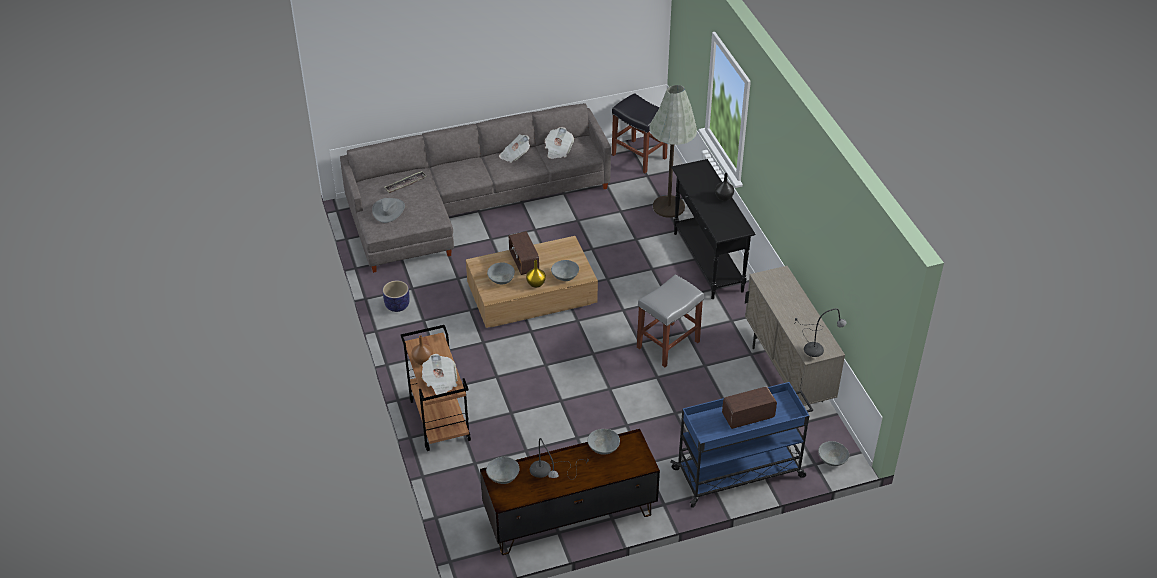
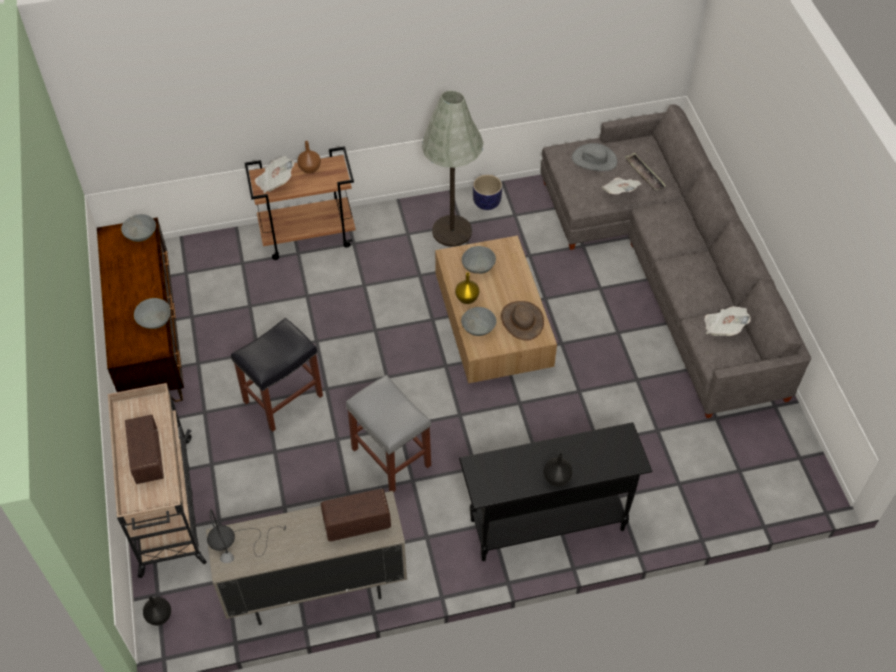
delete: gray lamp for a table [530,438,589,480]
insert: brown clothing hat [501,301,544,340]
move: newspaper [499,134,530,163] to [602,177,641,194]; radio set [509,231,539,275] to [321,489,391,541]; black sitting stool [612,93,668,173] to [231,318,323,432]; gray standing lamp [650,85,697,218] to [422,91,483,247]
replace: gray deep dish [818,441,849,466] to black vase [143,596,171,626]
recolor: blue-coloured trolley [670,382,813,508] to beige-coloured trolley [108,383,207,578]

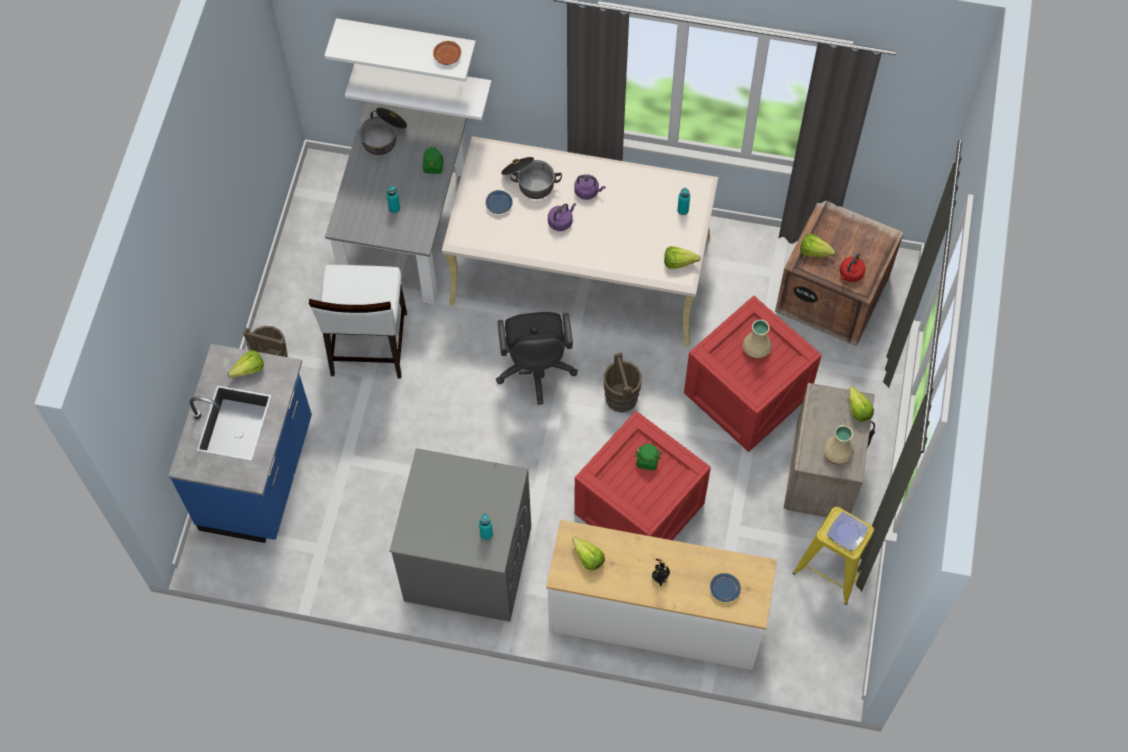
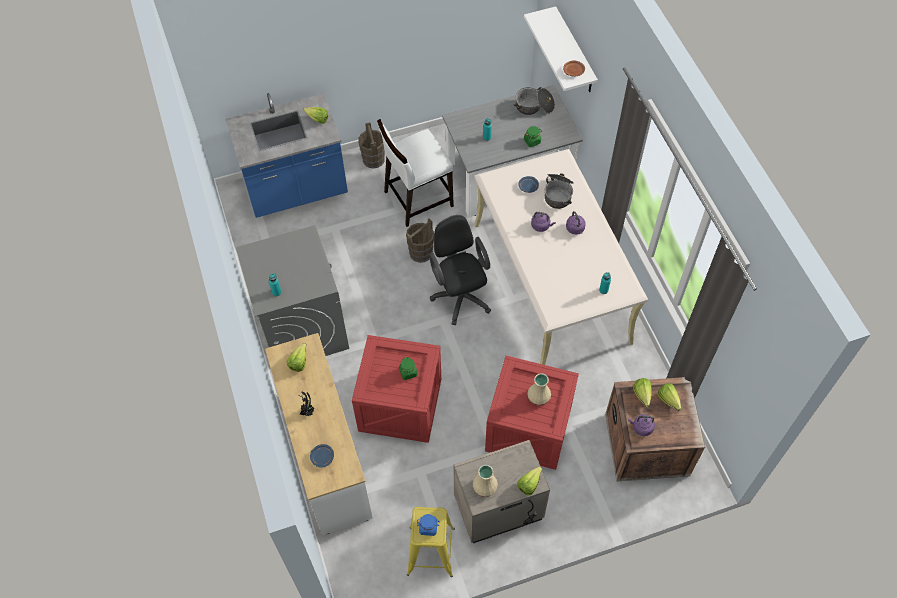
delete: white-coloured wall shelf [345,64,492,120]
move: brown pail [604,353,642,413] to [406,218,434,263]; lettuce head [664,246,701,269] to [657,383,681,411]
replace: plate [827,512,869,551] to blue-coloured storage jar [417,514,440,536]
recolor: reddish water kettle [840,253,865,282] to purplish water kettle [628,414,655,436]
rotate: black computer chair [496,312,578,405] = [429,215,491,325] 105 degrees clockwise

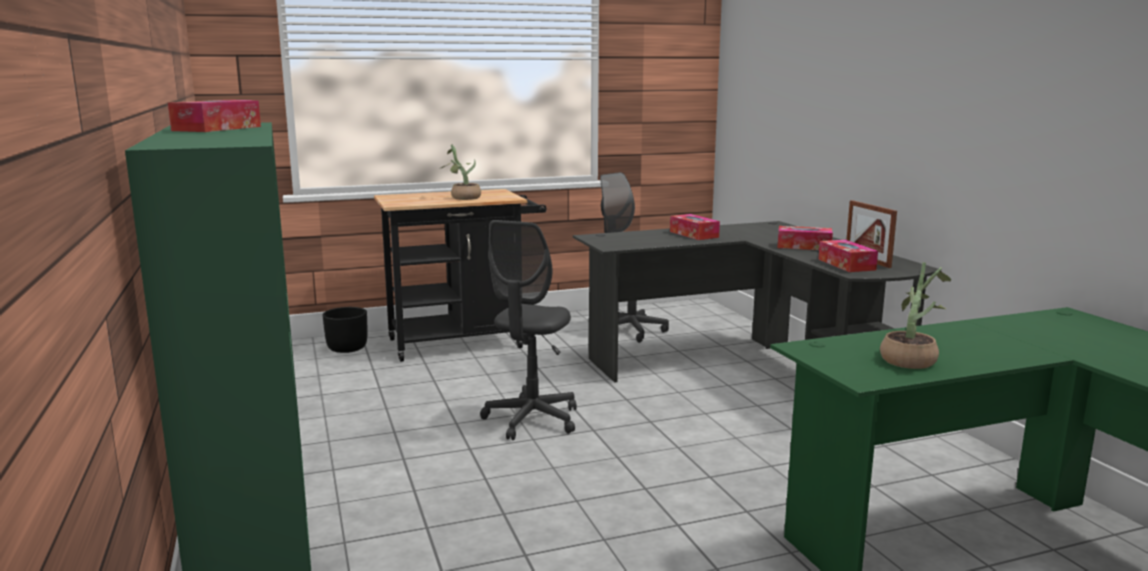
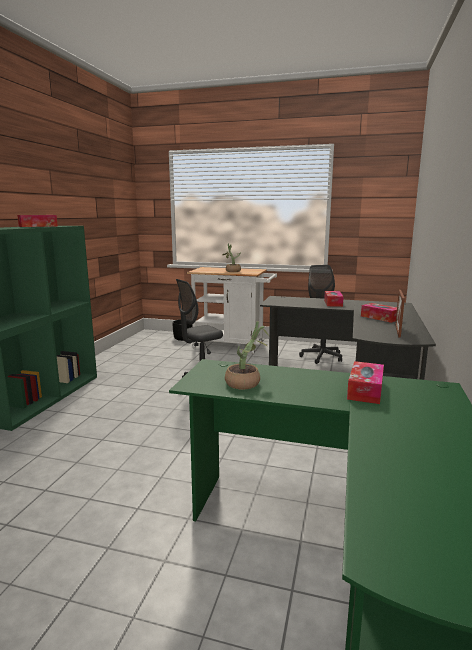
move: box of tissues [818,240,878,272] to [347,361,384,404]
recolor: black trolley [374,189,546,362] to white-coloured trolley [187,267,277,354]

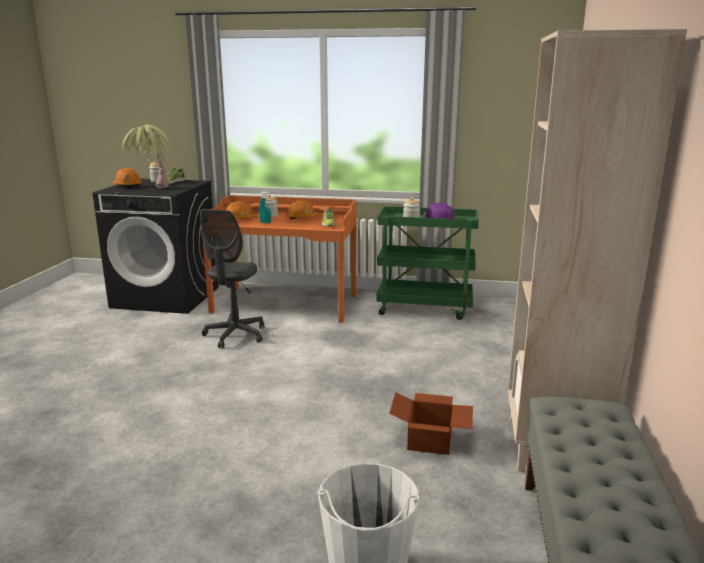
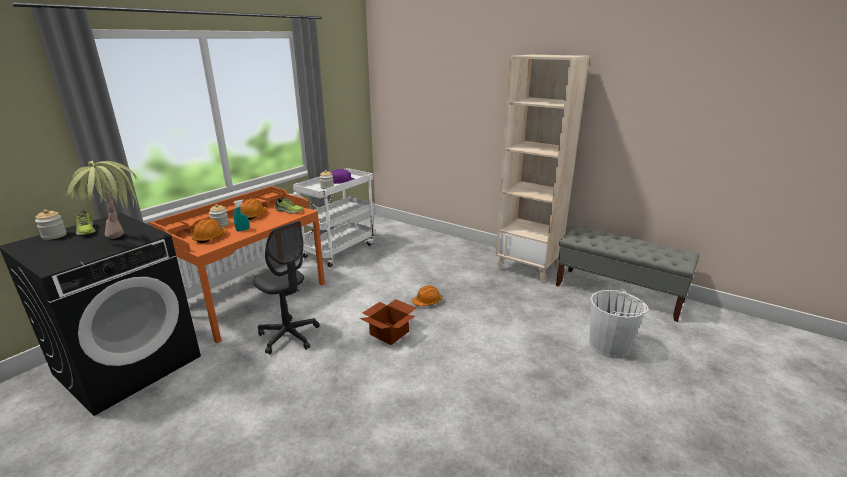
move: orange work helmet [112,168,142,188] to [412,285,442,306]; packing box [389,392,473,455] to [360,299,416,345]
recolor: greenish trolley [376,206,479,320] to white-coloured trolley [293,168,376,267]

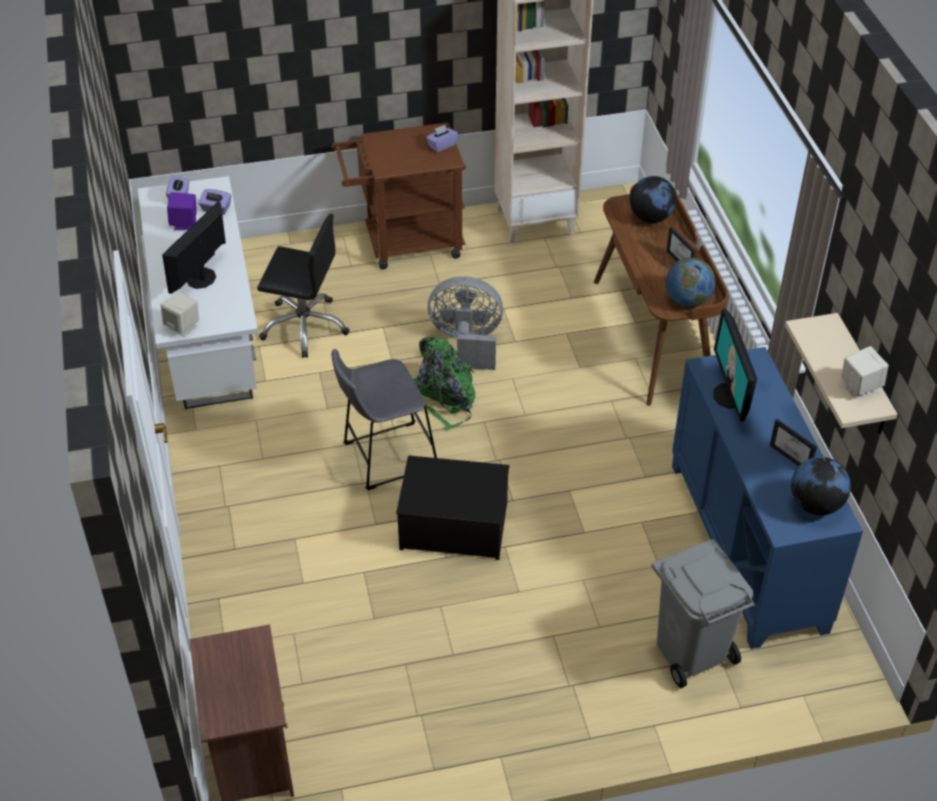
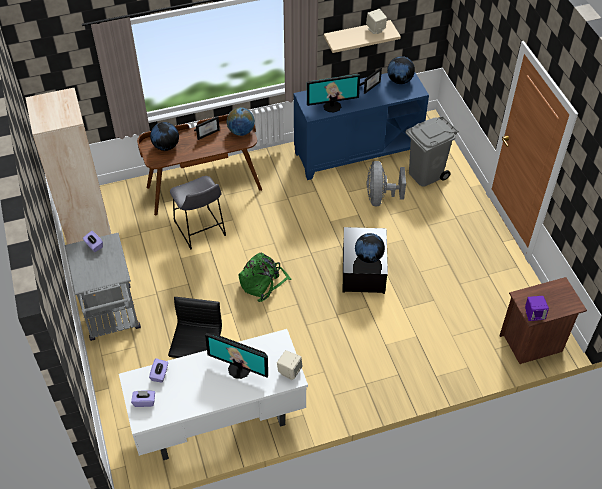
insert: desk globe [355,233,385,263]
move: purplish speaker [167,192,197,230] to [525,296,549,321]; gray sitting stool [331,349,437,490] to [170,176,226,249]; gray electric fan [428,276,503,370] to [367,161,406,206]
recolor: brown trolley [332,122,466,269] to gray trolley [65,233,141,341]

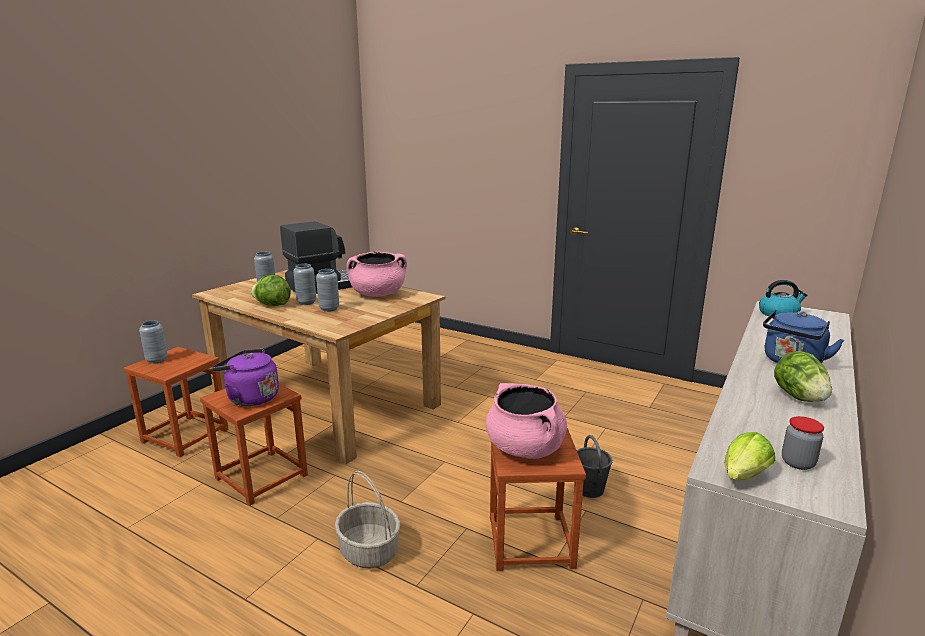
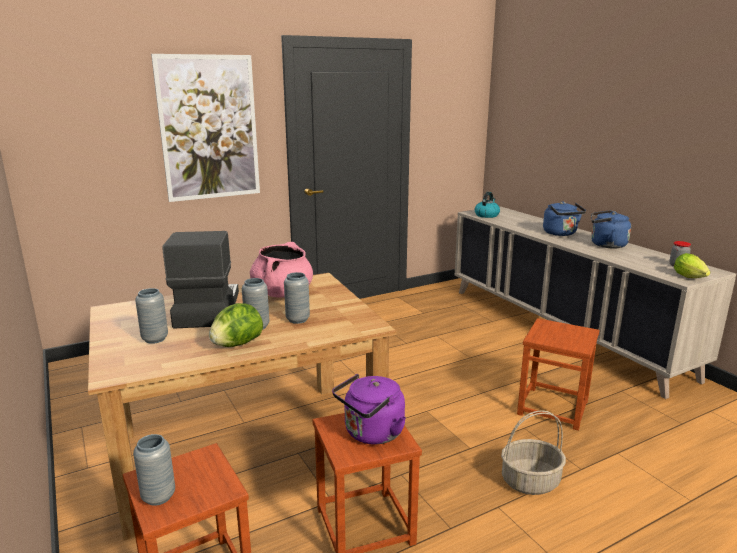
delete: pinkish saucepot [486,383,567,459]; gray pail [577,435,613,498]
insert: wall art [151,54,260,202]
replace: lettuce head [774,351,832,402] to blue-coloured water kettle [591,210,631,248]

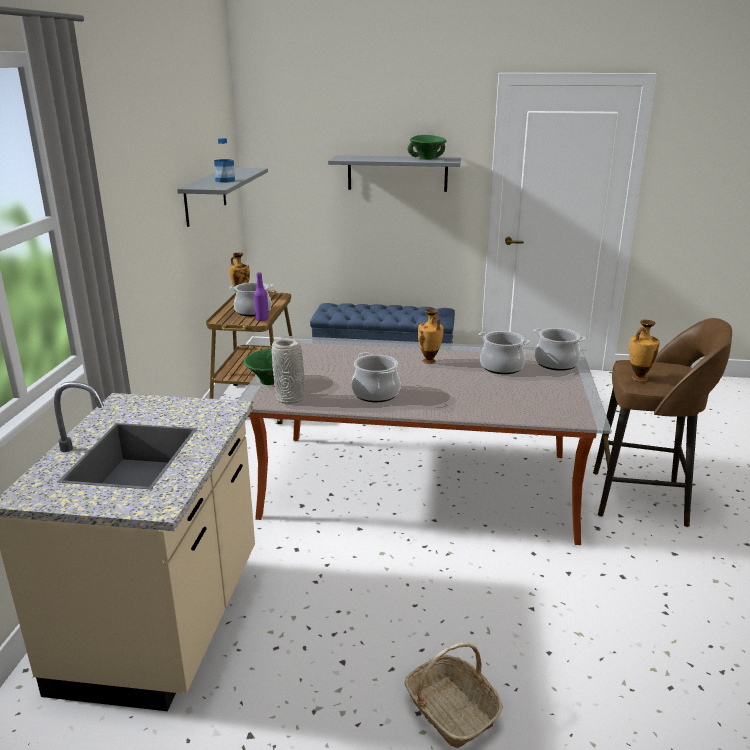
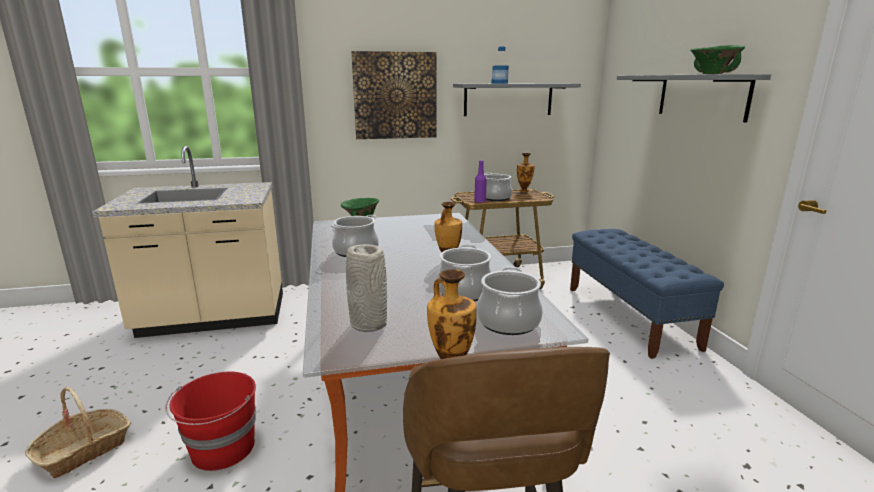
insert: reddish pail [166,372,256,471]; wall art [351,51,436,139]
move: gray vase [271,339,304,404] to [346,244,387,332]

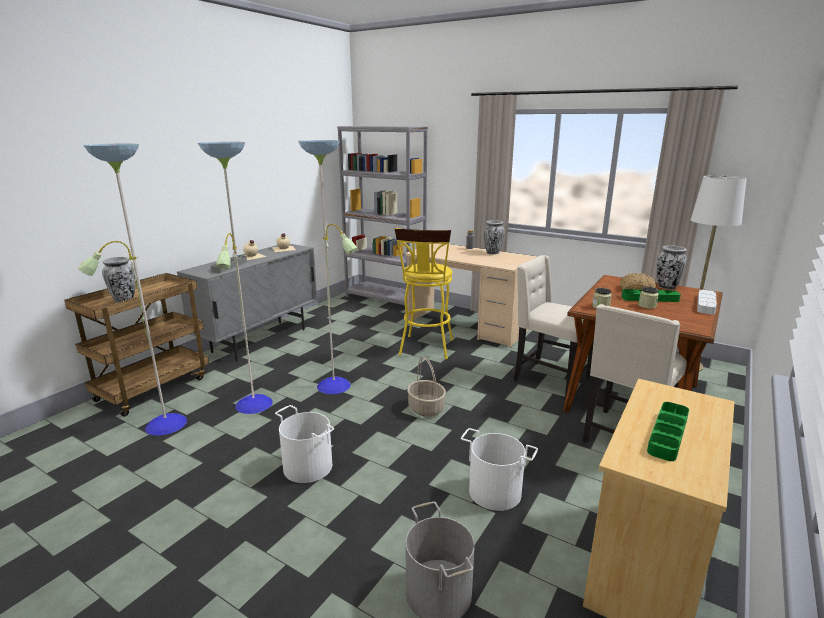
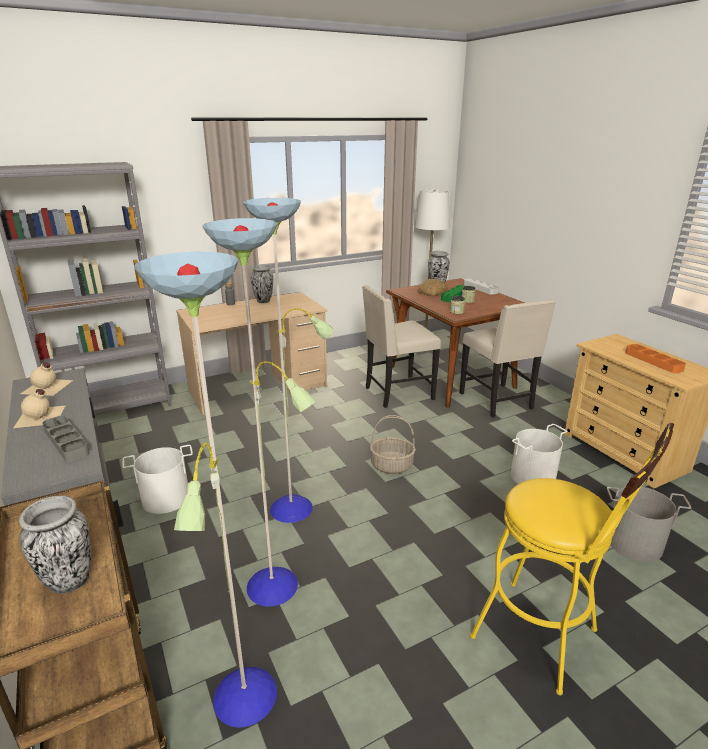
move: white-coloured pail [275,405,334,483] to [122,445,193,514]; yellow-coloured sitting stool [394,228,453,359] to [470,423,674,696]
recolor: greenish tray [647,402,689,461] to orange tray [625,344,686,373]

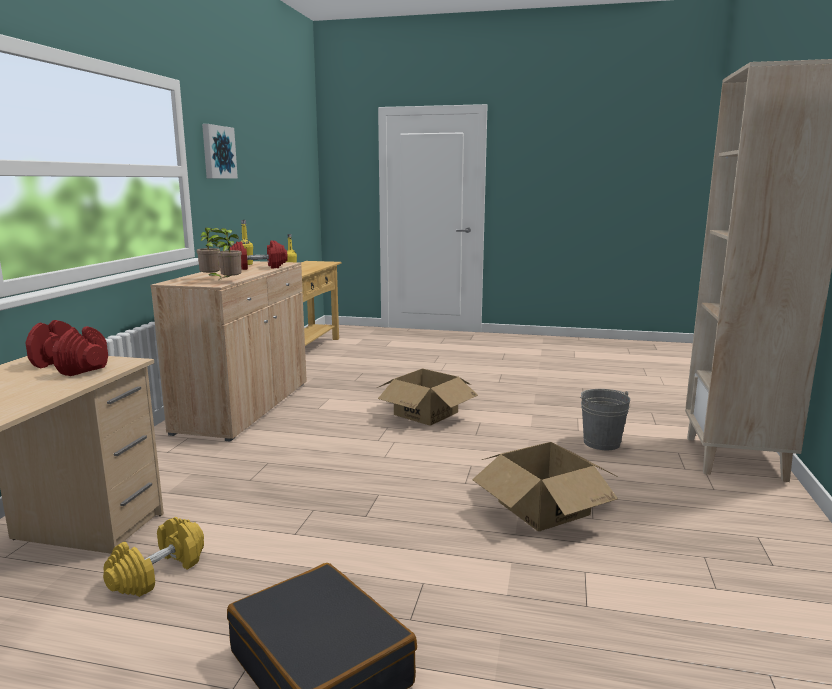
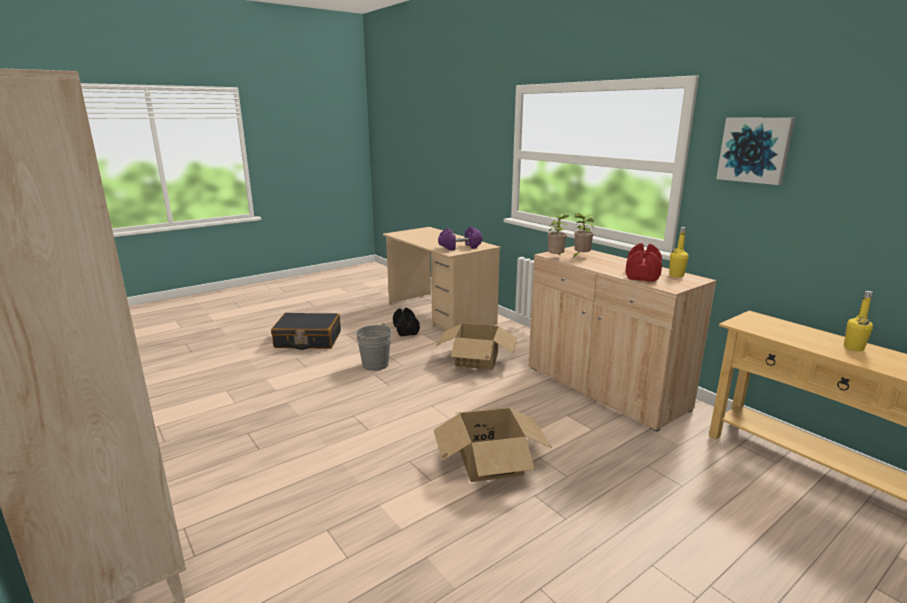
move: packing box [472,442,618,531] to [436,323,517,370]; gray pail [580,389,630,450] to [356,323,392,371]
recolor: reddish dumbbell [26,320,108,376] to purplish dumbbell [438,226,482,250]; yellow-coloured dumbbell [103,517,204,597] to black dumbbell [393,308,420,336]

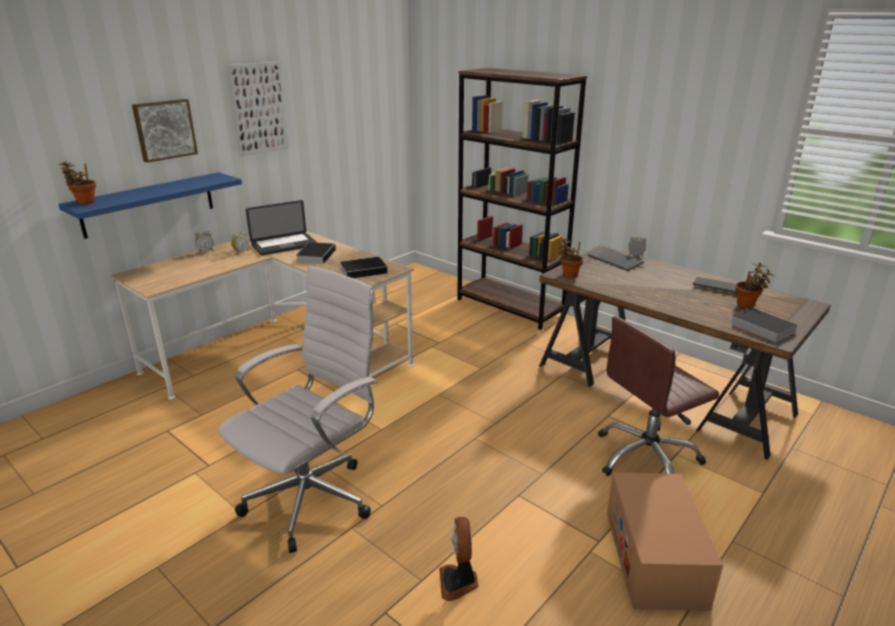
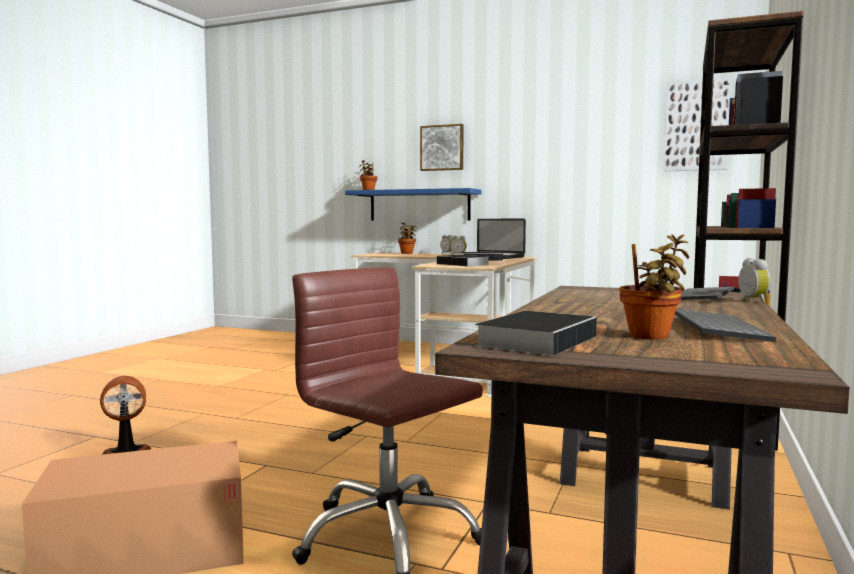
delete: white-coloured computer chair [218,266,378,553]
move: wall art [227,62,289,156] to [664,77,732,171]; houseplant [558,238,583,278] to [398,222,416,254]

